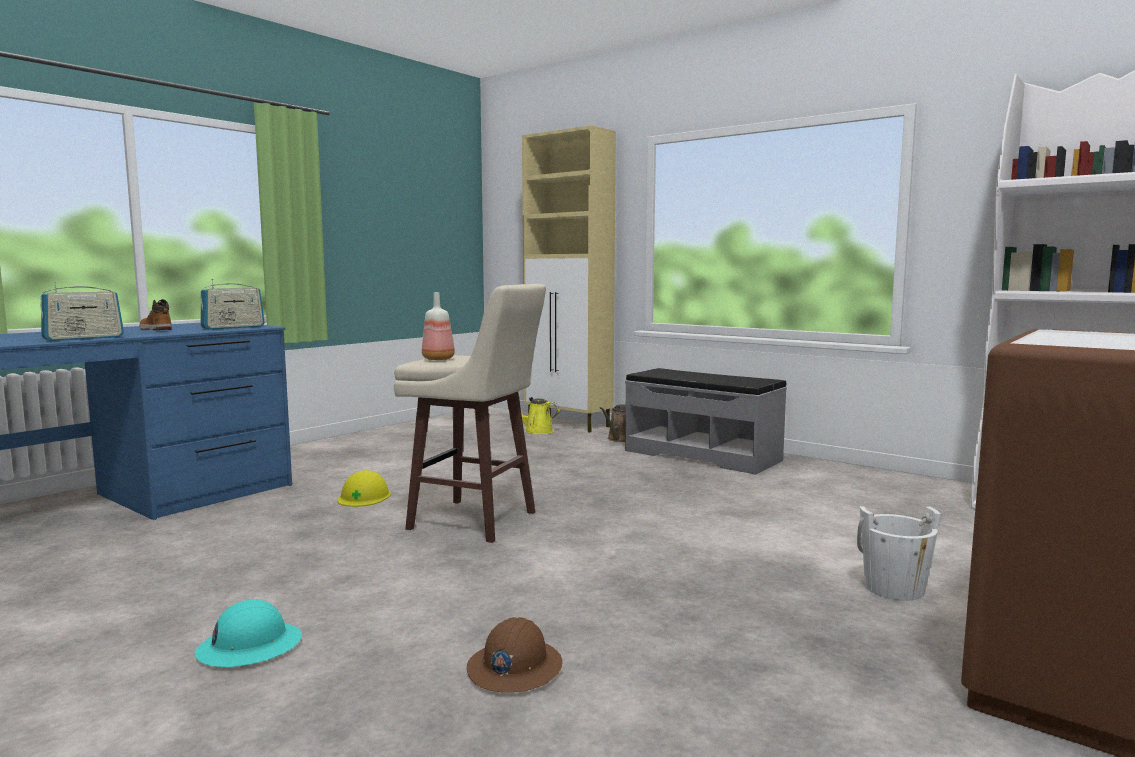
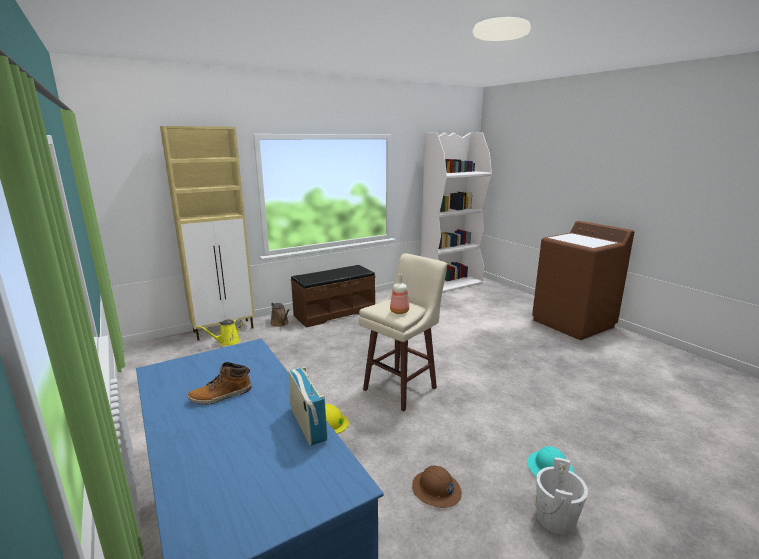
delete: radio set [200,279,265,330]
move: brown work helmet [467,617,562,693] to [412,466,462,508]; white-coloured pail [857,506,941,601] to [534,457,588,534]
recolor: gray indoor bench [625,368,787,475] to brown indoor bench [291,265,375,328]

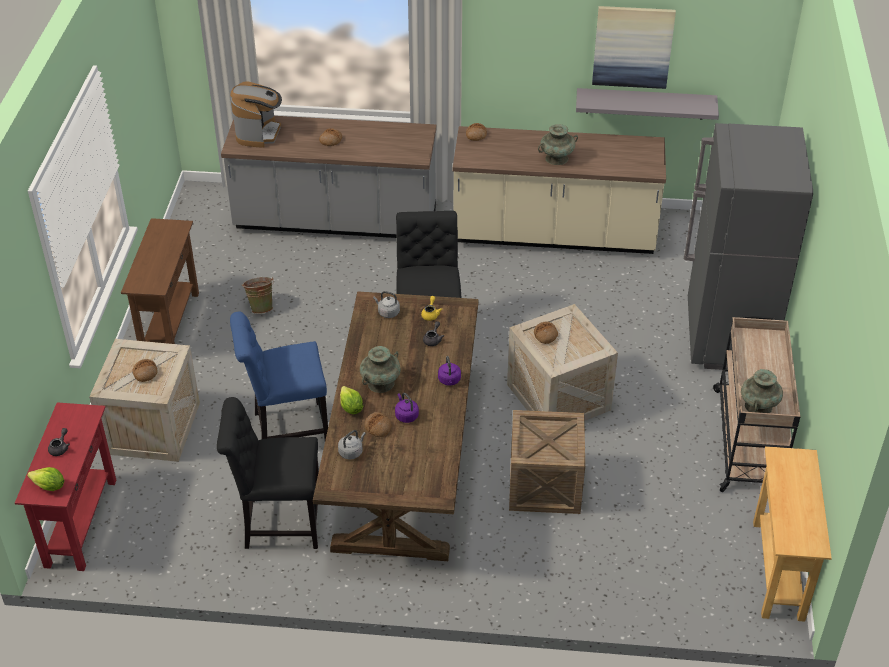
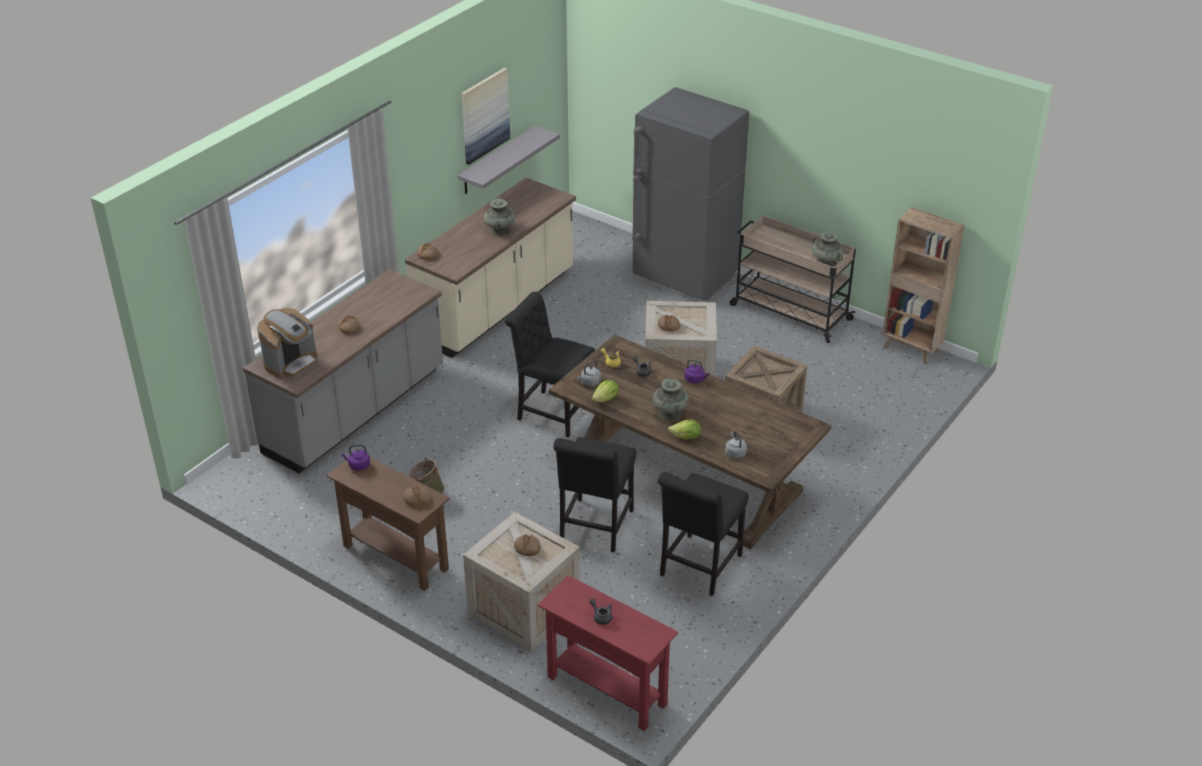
move: lettuce head [27,467,64,491] to [592,380,619,402]; bakery bread [365,412,391,437] to [403,486,431,506]; purplish water kettle [395,393,419,423] to [341,444,370,471]
replace: beige-coloured narrow table [753,446,832,622] to brown bookcase [882,207,964,364]
recolor: blue-coloured upright chair [230,312,328,440] to black upright chair [553,437,636,552]
rotate: coffee brewer [230,82,282,148] = [257,308,317,379] 90 degrees clockwise

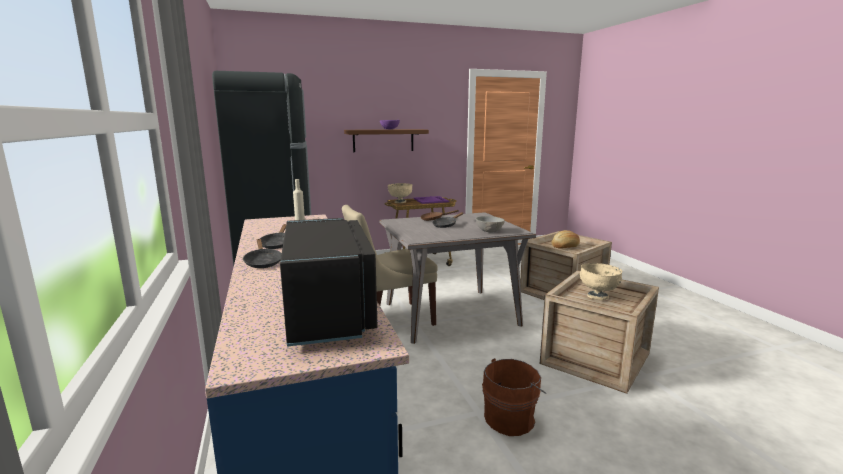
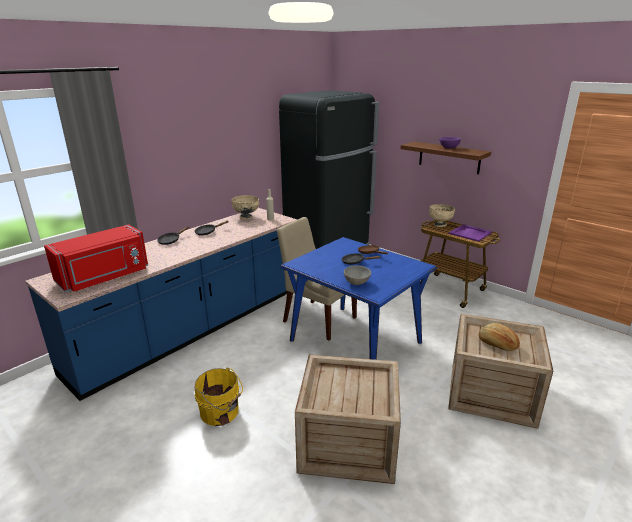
move: beige-coloured deep dish [580,263,622,300] to [231,195,259,220]
recolor: black microwave [280,218,377,347] to reddish microwave [44,224,148,292]; gray dinner table [380,212,536,344] to blue-coloured dinner table [280,237,437,360]; brown pail [482,358,546,436] to yellow-coloured pail [194,368,243,426]

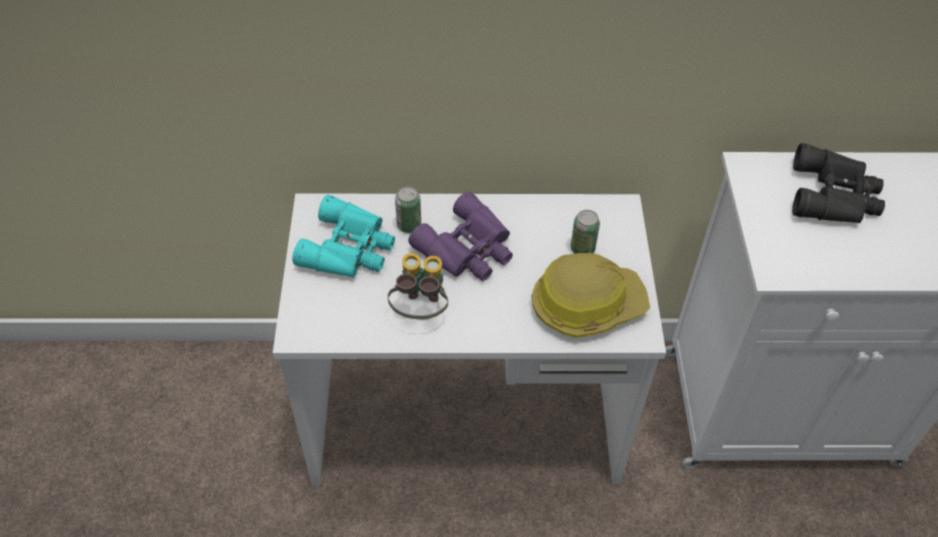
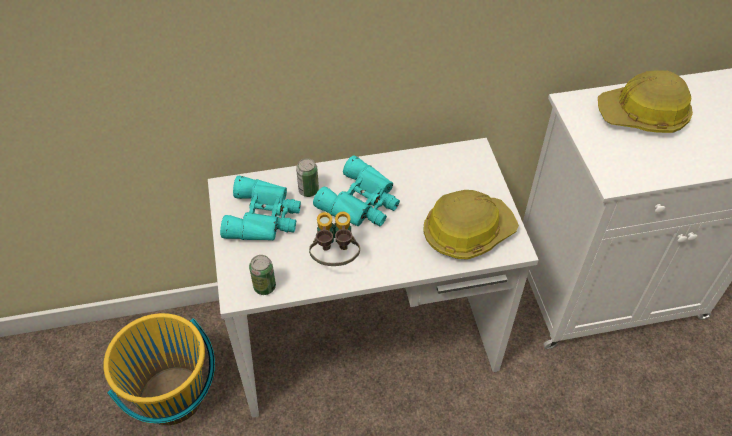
insert: yellow-coloured pail [103,313,215,425]
move: metal can [570,210,600,254] to [249,255,276,295]
replace: black pair of binoculars [792,143,885,223] to work helmet [598,70,693,133]
recolor: purplish pair of binoculars [408,192,513,281] to turquoise pair of binoculars [313,155,400,226]

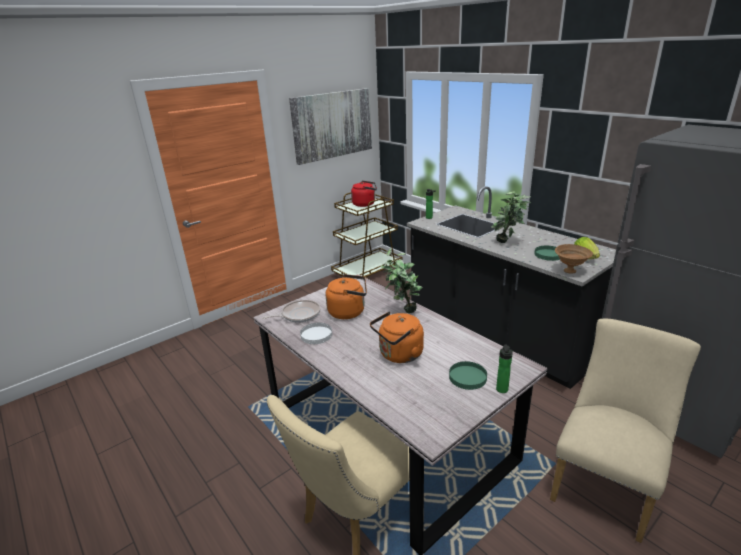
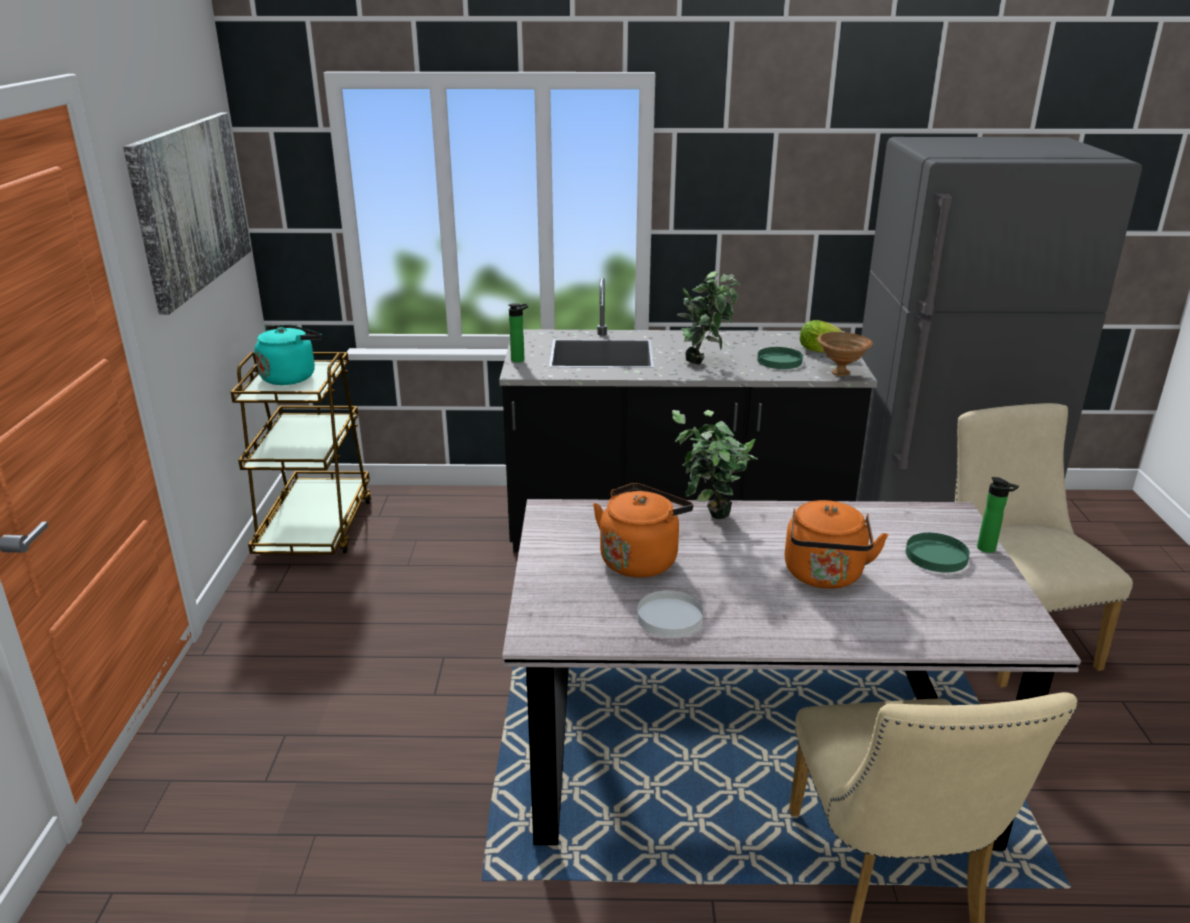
delete: pan [262,300,320,322]
recolor: reddish water kettle [351,181,377,207] to turquoise water kettle [255,325,322,385]

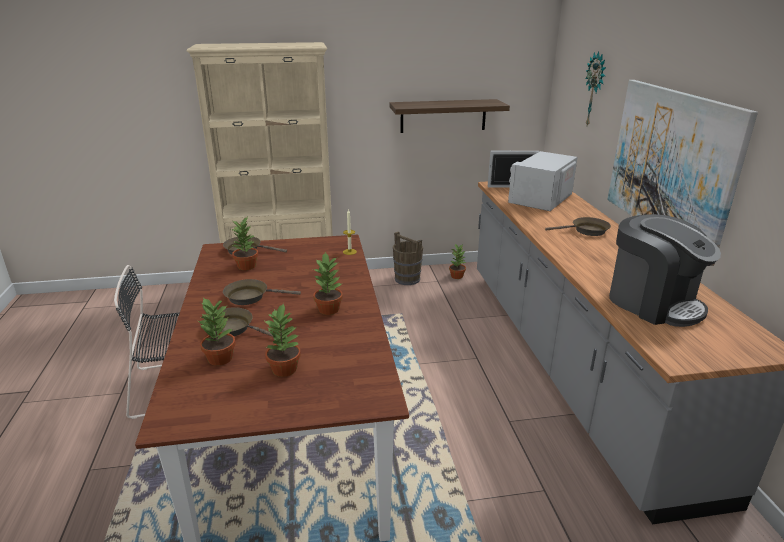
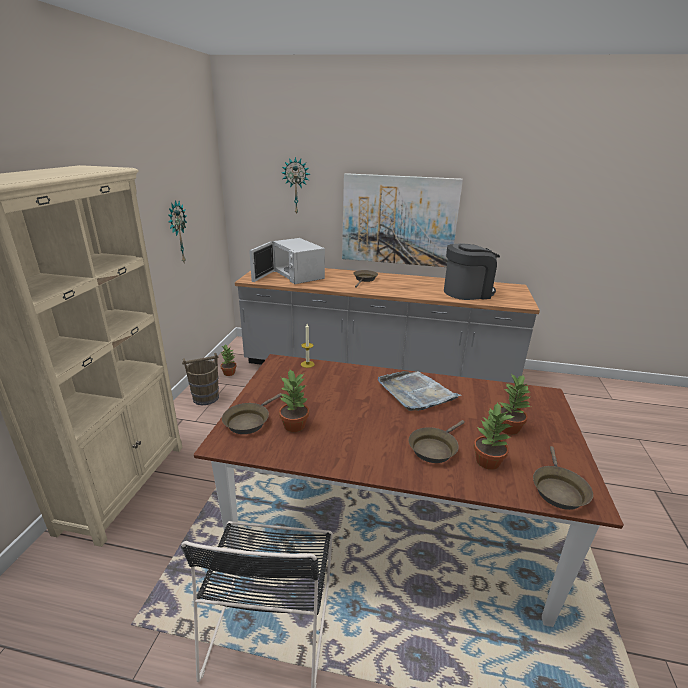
move: brown pan [223,279,301,305] to [533,446,593,510]
replace: houseplant [313,252,343,315] to gray tray [378,371,462,411]; wall shelf [389,99,510,133] to wall clock [168,200,187,262]

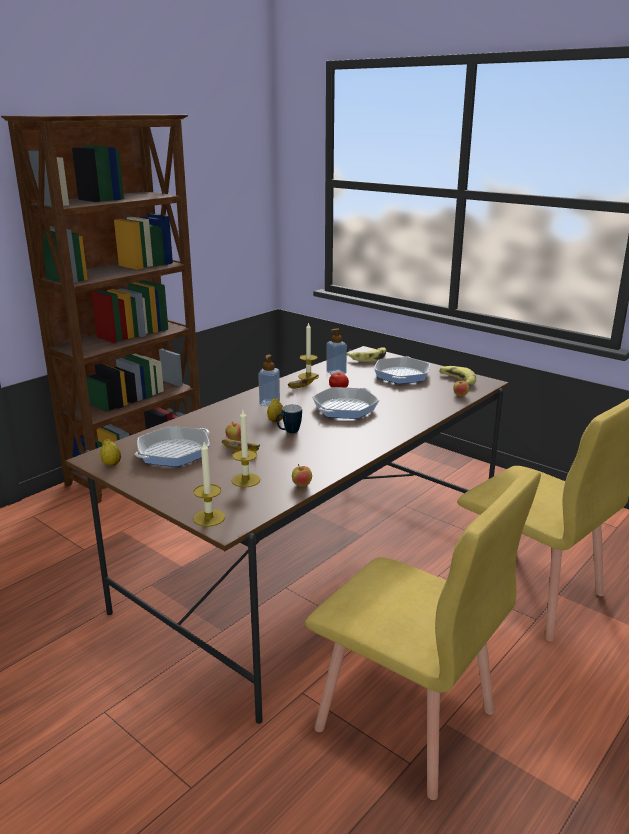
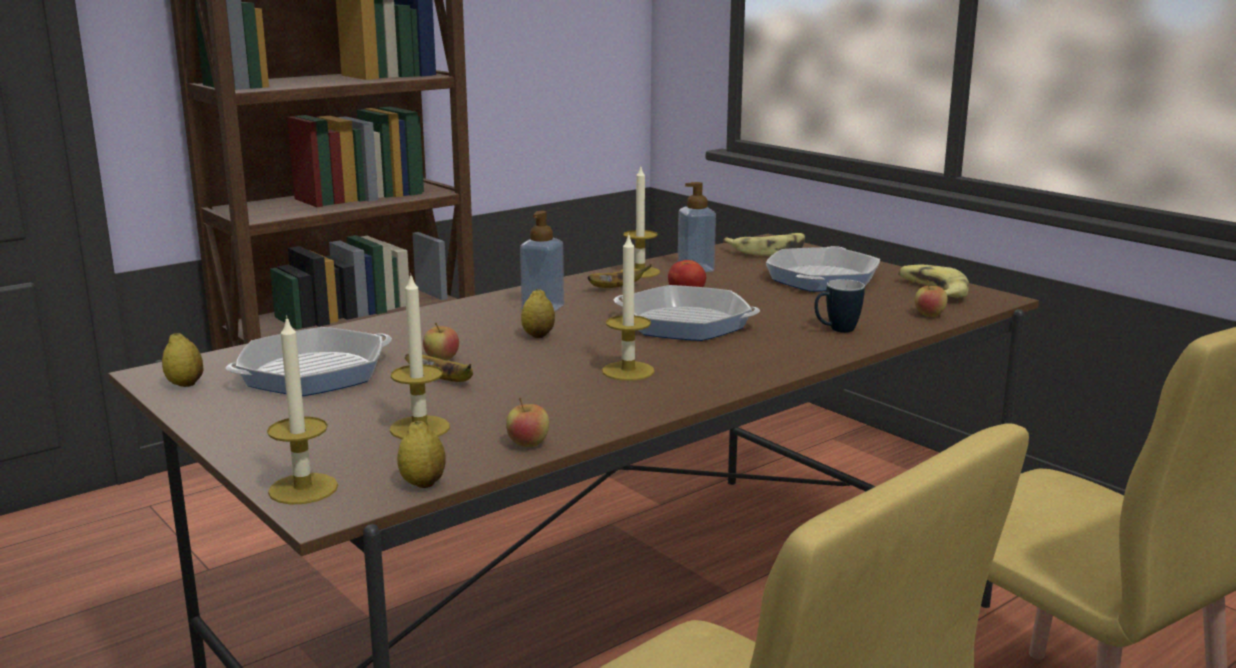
insert: whole lemon [397,421,446,488]; wax light [602,233,655,381]
move: tea mug [276,404,302,433] to [814,279,865,333]
rotate: pan [312,387,379,419] = [614,285,760,341] 120 degrees counterclockwise

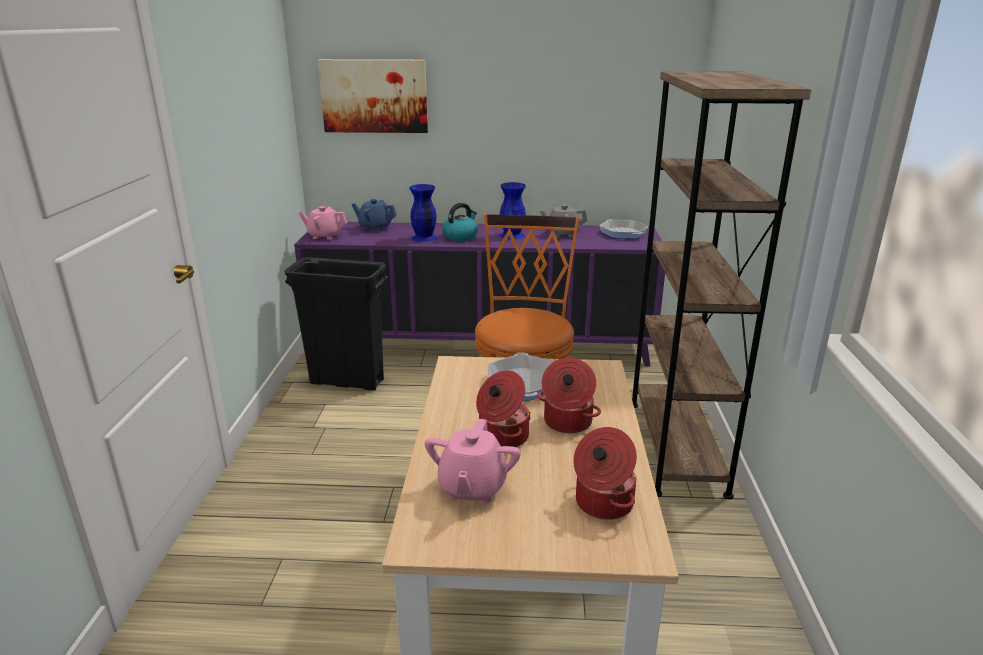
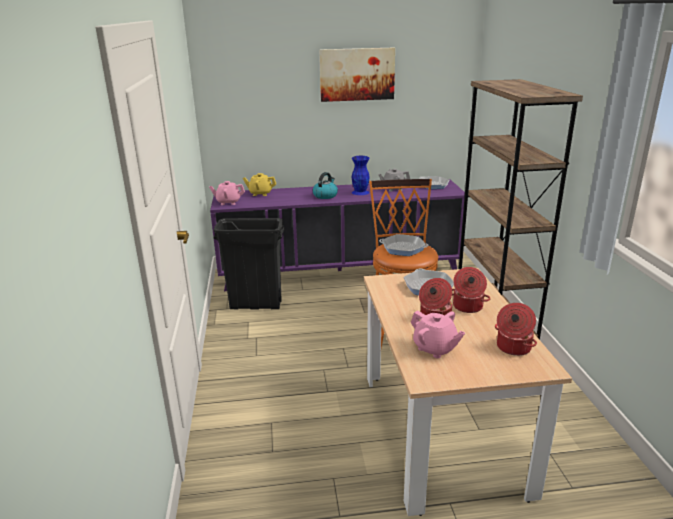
delete: blue-coloured vase [409,184,437,242]
insert: pan [379,234,428,256]
move: wall art [318,59,428,133] to [319,48,395,102]
recolor: blue-coloured pot for tea [351,199,397,231] to yellow-coloured pot for tea [243,173,276,196]
rotate: pinkish pot for tea [425,418,521,504] = [411,311,465,358] 45 degrees counterclockwise

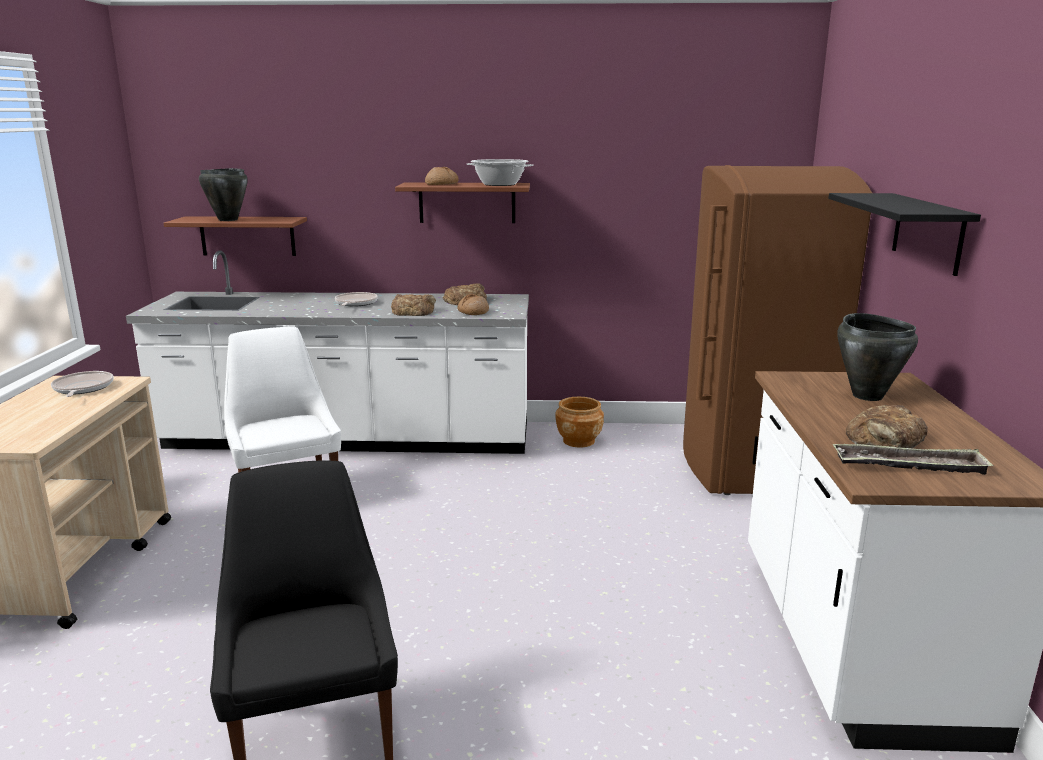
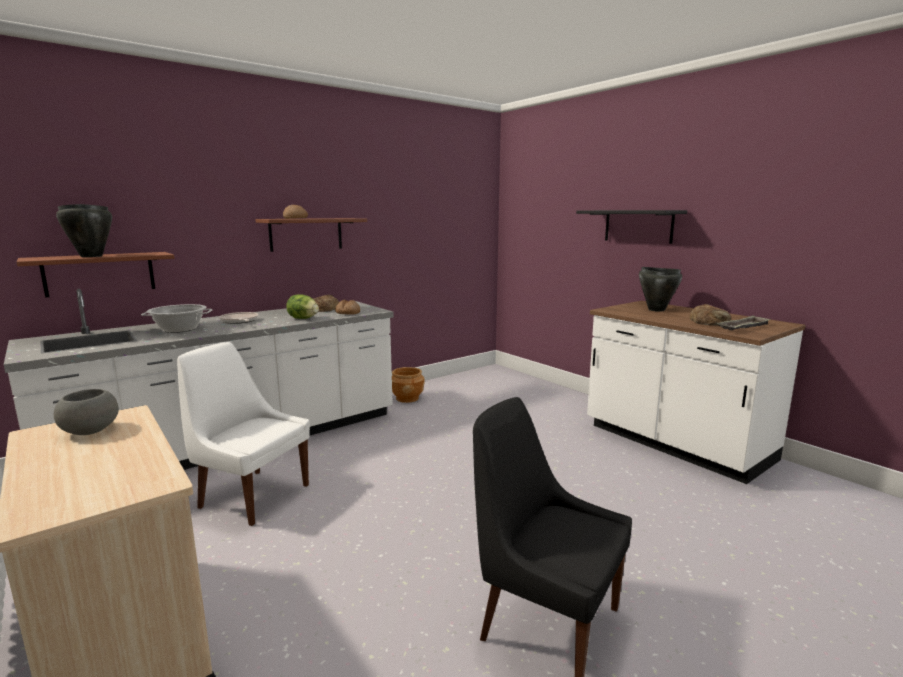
delete: brown refrigerator [683,165,872,495]
move: saucepot [467,159,534,186] to [141,304,213,333]
replace: pan [51,371,114,397] to gray deep dish [54,389,119,435]; bakery bread [391,294,436,316] to lettuce head [286,294,319,319]

